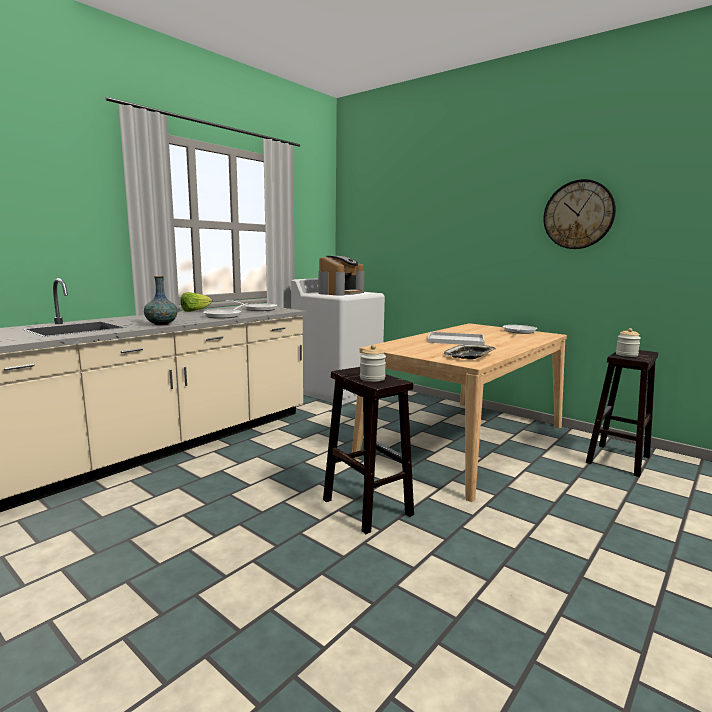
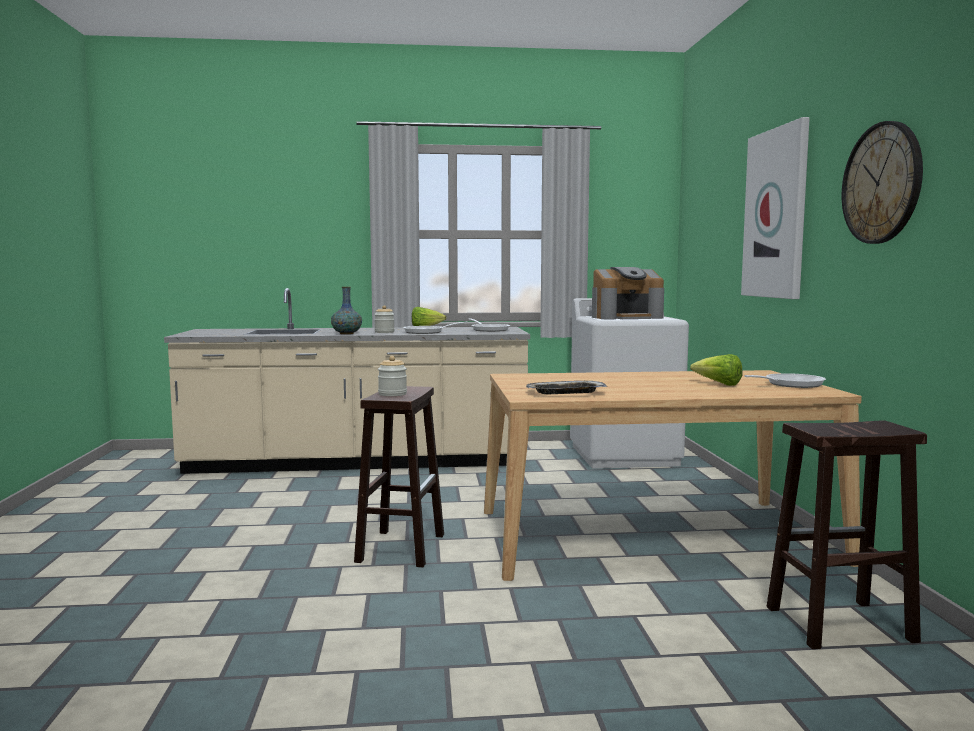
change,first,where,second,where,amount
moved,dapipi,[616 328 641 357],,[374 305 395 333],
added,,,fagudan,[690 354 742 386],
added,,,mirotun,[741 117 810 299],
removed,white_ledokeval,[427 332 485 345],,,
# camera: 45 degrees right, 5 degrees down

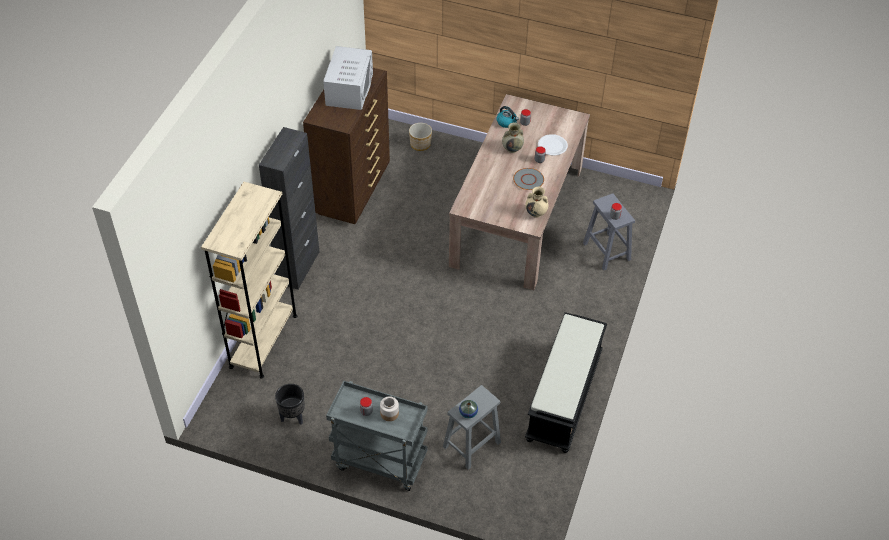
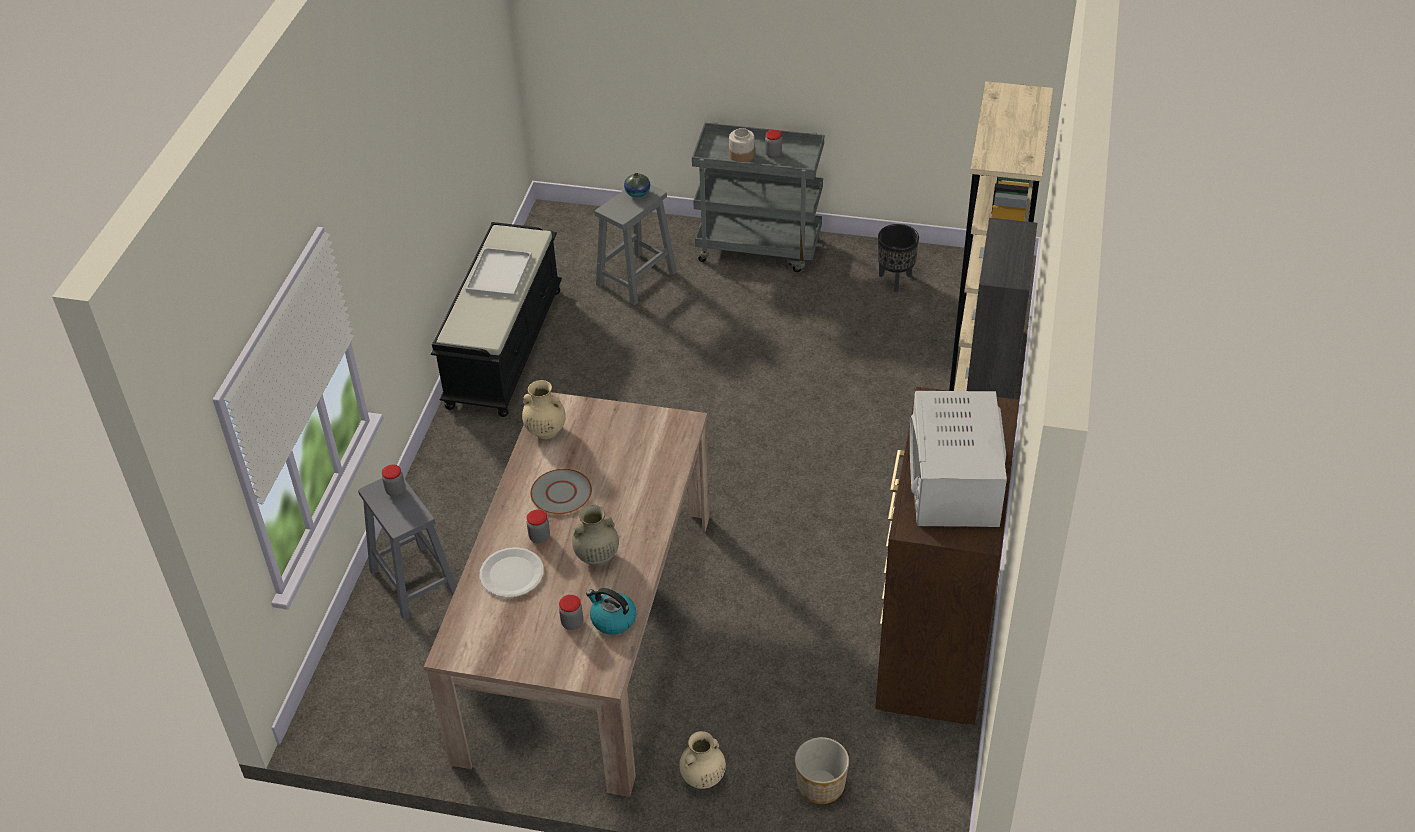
change,first,where,second,where,amount
added,,,white_ledokeval,[465 247 532 298],
added,,,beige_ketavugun,[679 731 726 789],
# camera: 175 degrees right, 5 degrees down

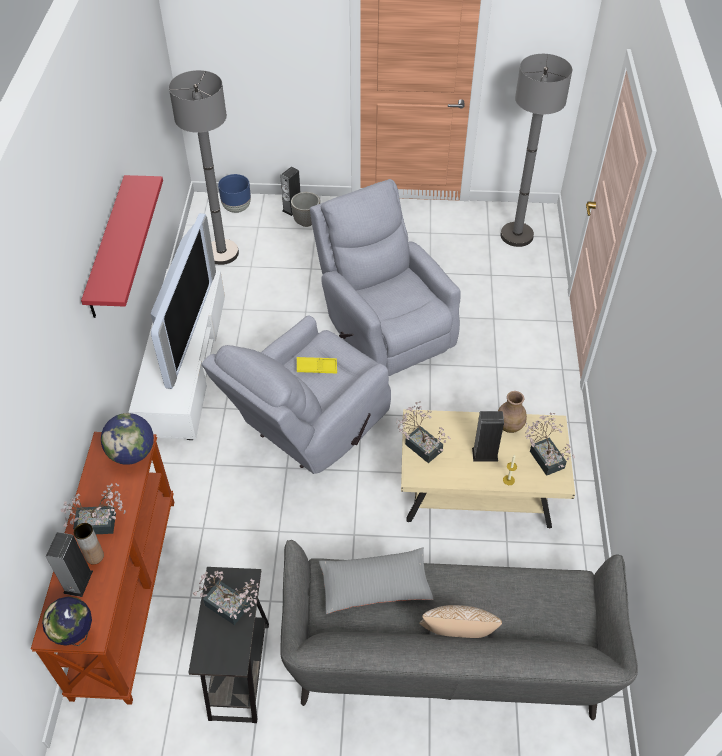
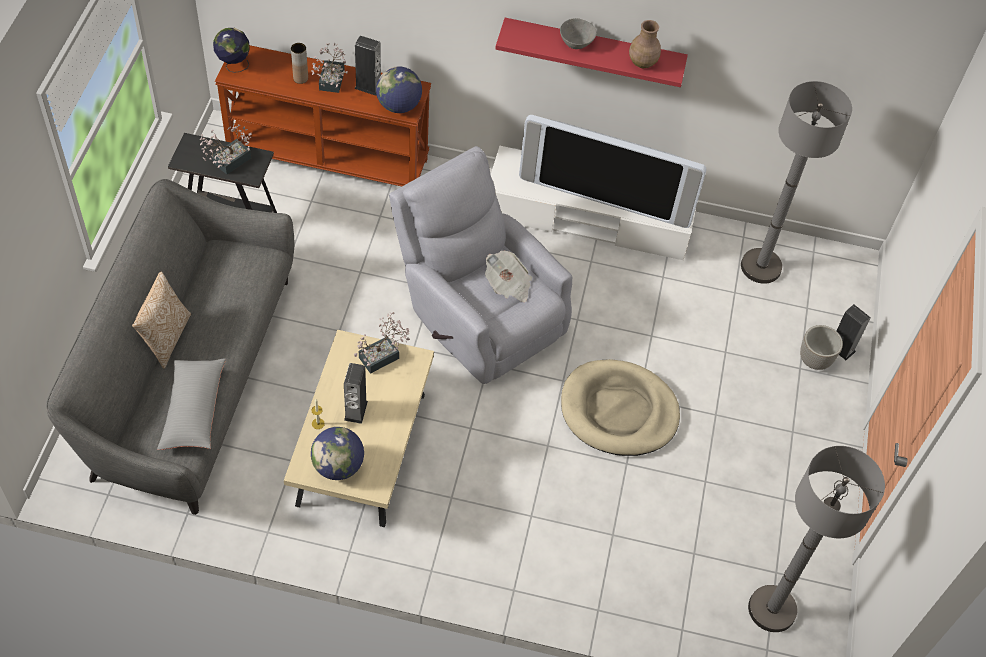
change,first,where,second,where,amount
moved,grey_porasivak,[319 547 433 614],,[157 358 226 450],
replaced,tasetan,[524 413 575 476],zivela,[311 427 364 480],
moved,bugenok,[46 532 93 597],,[354 36 381 96],
replaced,yellow_ledokeval,[297 357 337 374],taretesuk,[485 251 532 302],
added,,,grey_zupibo,[560 18 596 49],
replaced,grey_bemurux,[310 179 460 376],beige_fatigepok,[561 359 680 456],
moved,brown_ketavugun,[498 391 527 433],,[629 20 661 68],
removed,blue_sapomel,[218 174 251 213],,,
# camera: 95 degrees right, 5 degrees up

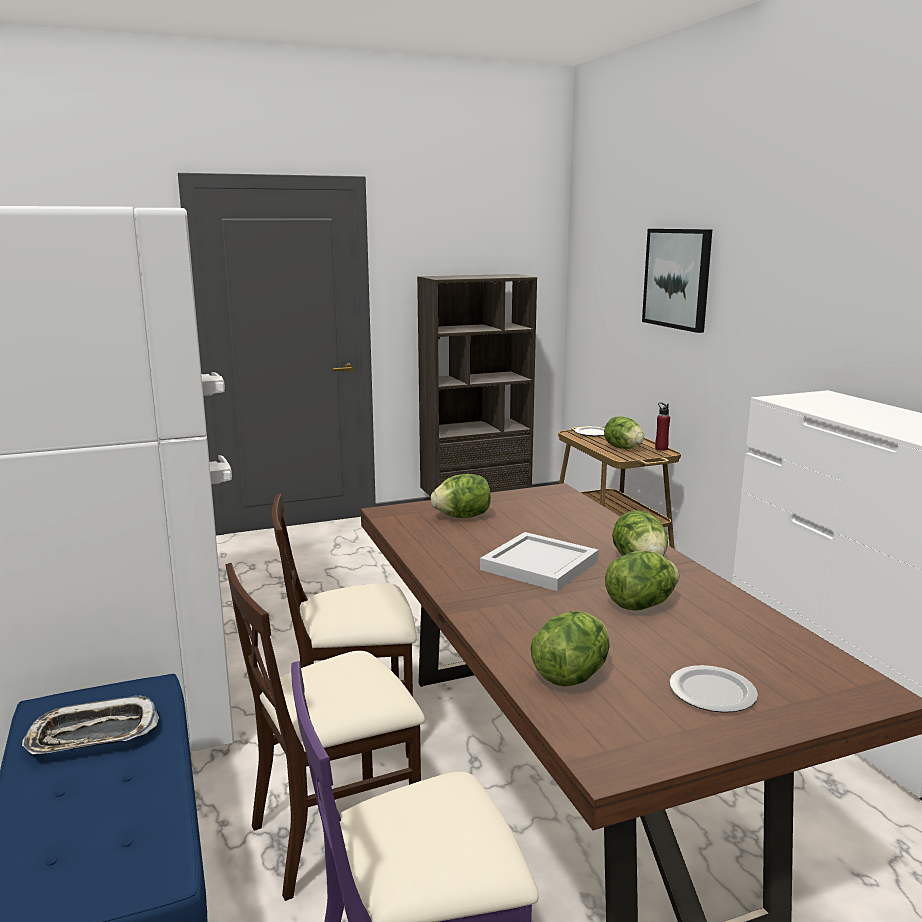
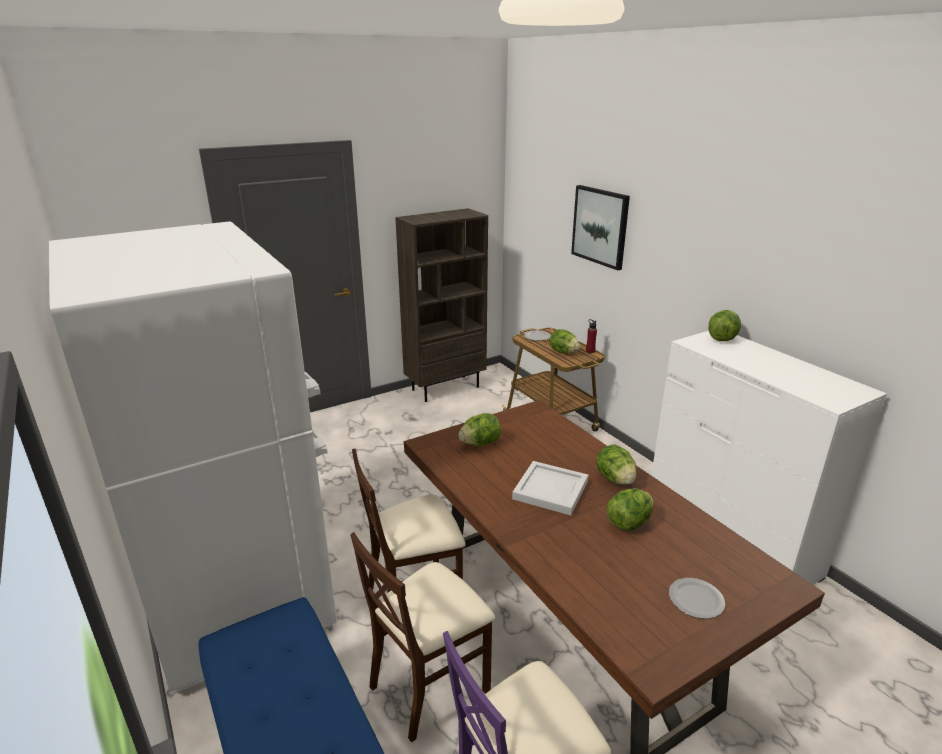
change,first,where,second,where,amount
moved,fagudan,[530 611 610 687],,[709 310 741 341],
removed,ledokeval,[22 695 159 754],,,
# camera: 10 degrees left, 10 degrees up

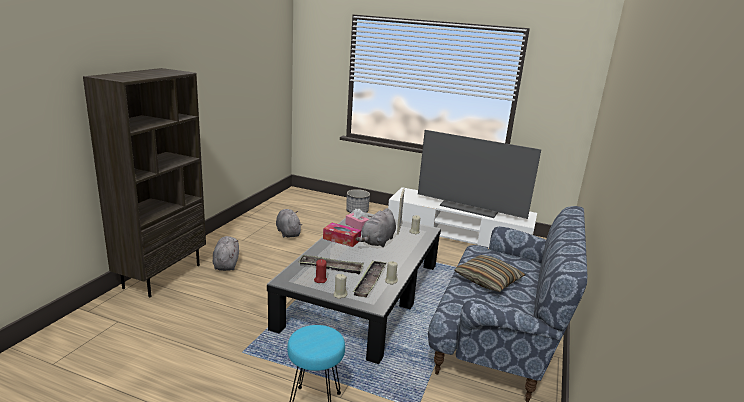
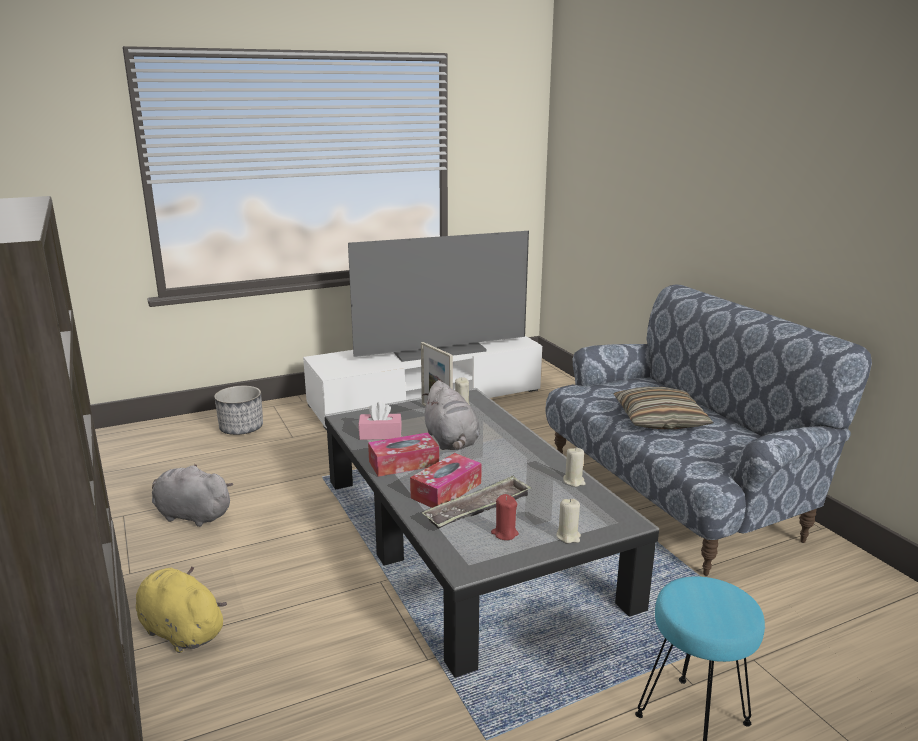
change,first,where,second,where,amount
recoloured,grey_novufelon,[213 236 239 271],yellow_novufelon,[136 566 227 653],
added,,,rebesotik,[410 453 482 508],
removed,ledokeval,[353 260 386 297],,,
# camera: 45 degrees left, 0 degrees up

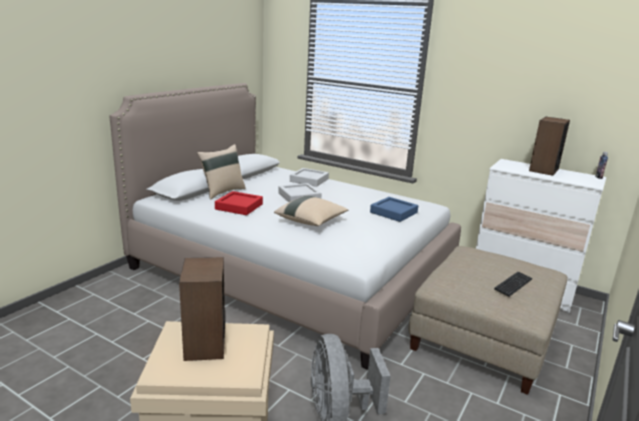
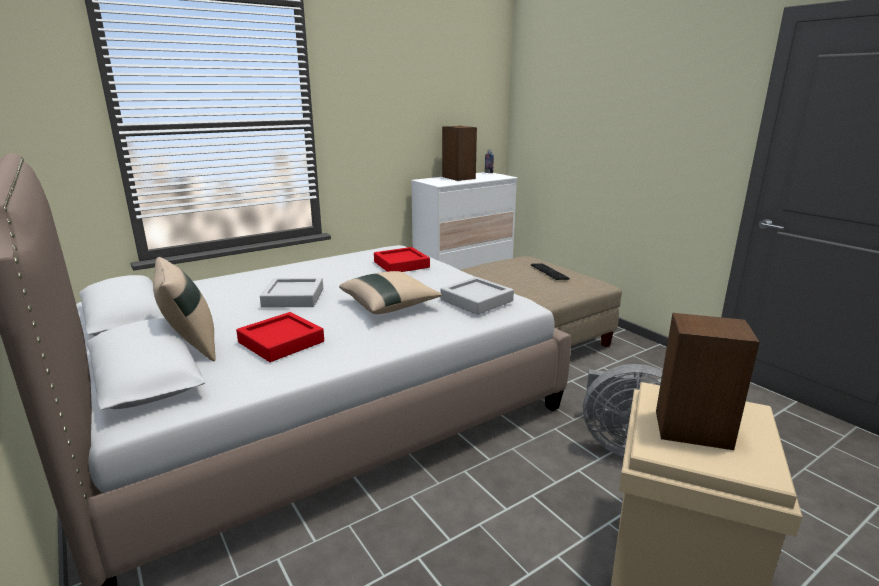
change,first,where,second,where,amount
recoloured,blue_ledokeval,[370 197 418 222],red_ledokeval,[374 247 430 272],
moved,grey_ledokeval,[290 168 329 187],,[440 277 514 315],
# camera: 65 degrees left, 0 degrees up

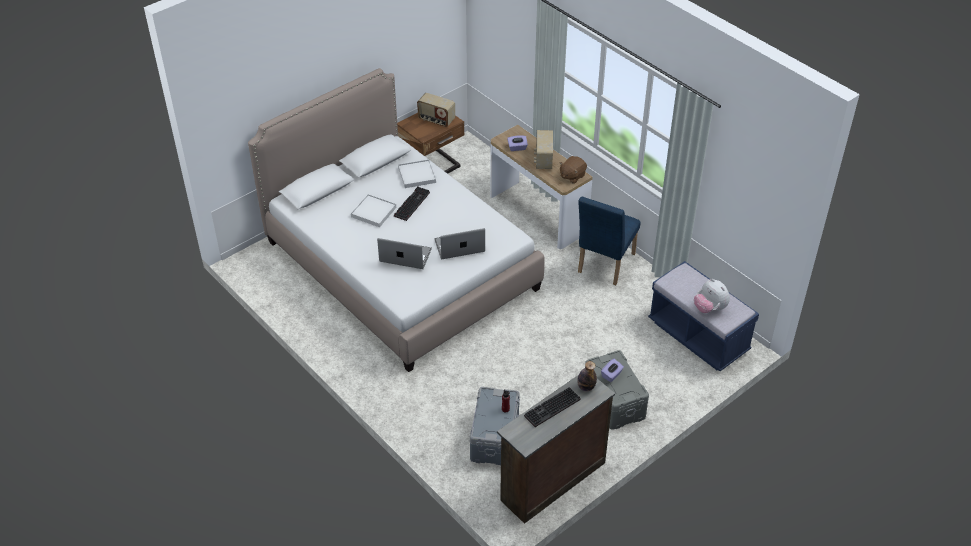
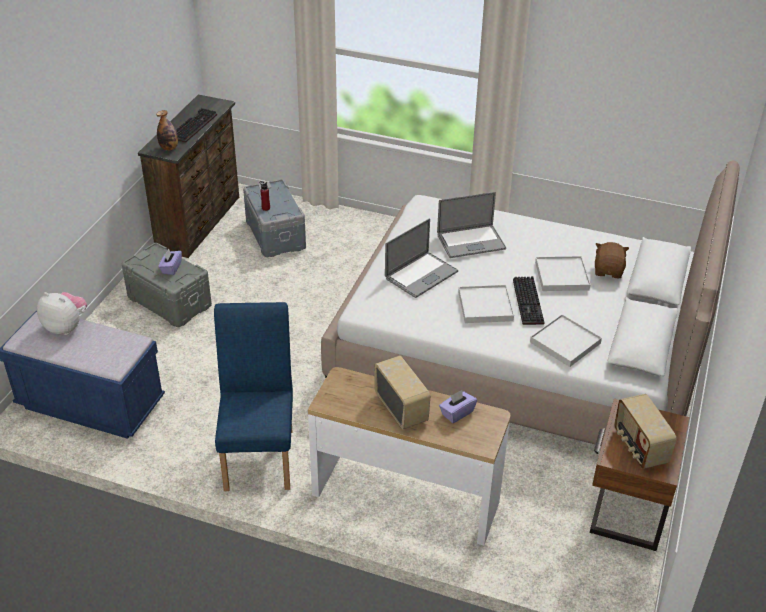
change,first,where,second,where,amount
added,,,white_ledokeval,[458 285 514 323],
moved,brown_novufelon,[560 156 587 184],,[595 242 629 278],
turned,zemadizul,[417 93 455 127],,[614 394 677 469],105 degrees counterclockwise
# camera: 150 degrees right, 5 degrees down

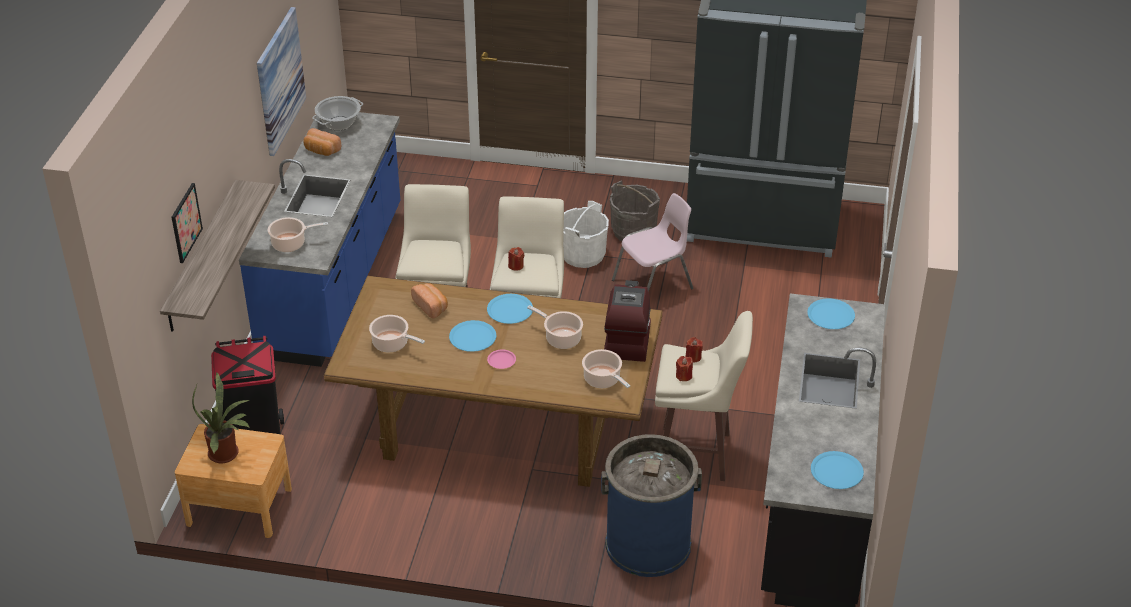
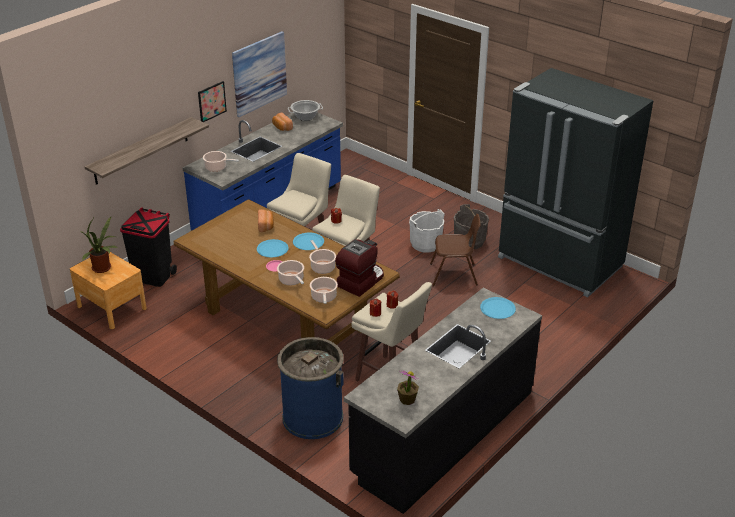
change,first,where,second,where,amount
moved,mirotun,[171 183 203 263],,[198 81 227 122],
moved,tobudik,[369 315 425 352],,[277 260 304 285],
replaced,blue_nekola,[811 451 864 489],tasetan,[397 370 419 405],
recoloured,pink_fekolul,[612 193 693 292],brown_fekolul,[430 214 481 287],
# camera: 30 degrees right, 5 degrees down

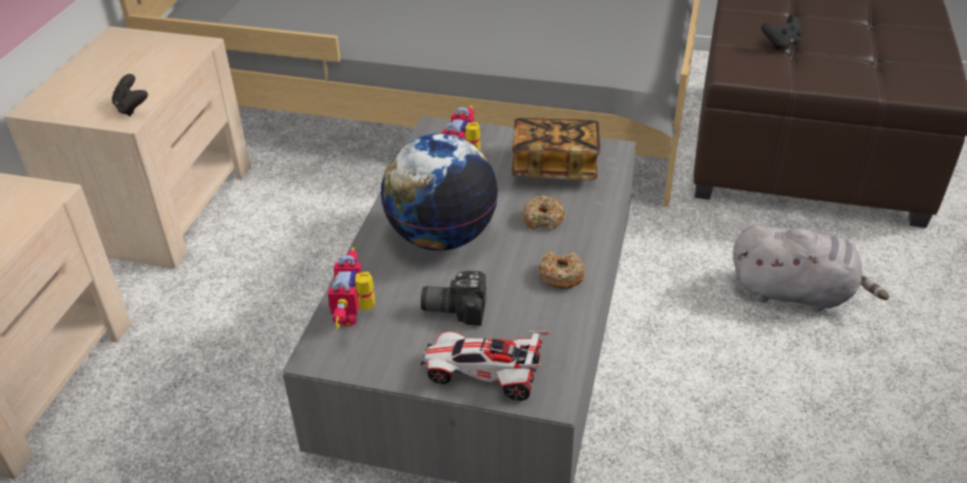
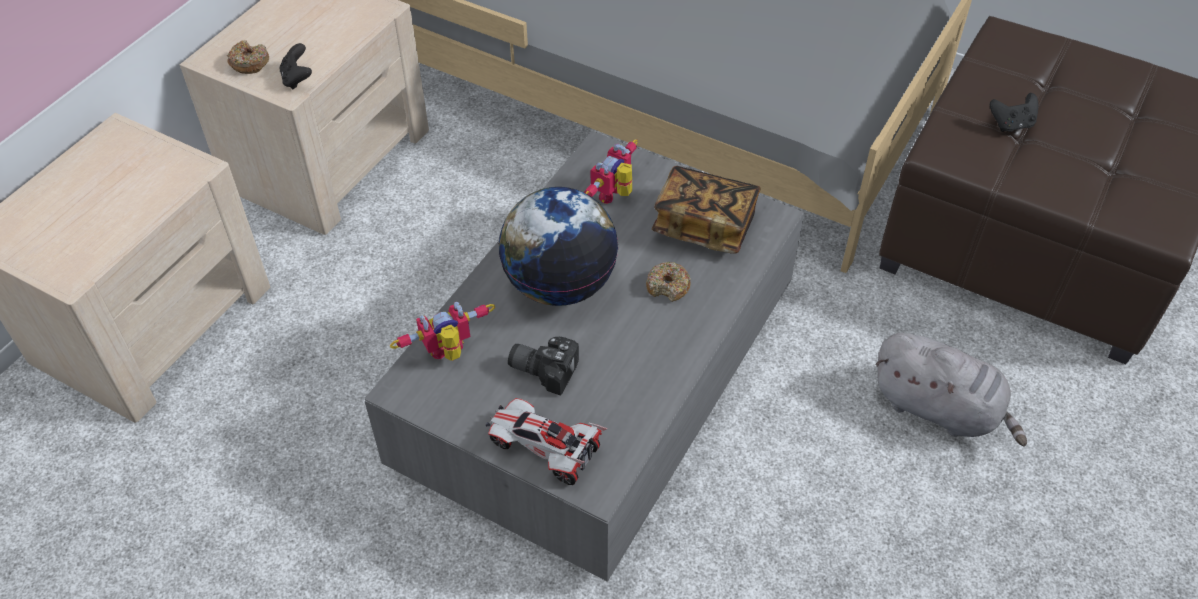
change,first,where,second,where,amount
moved,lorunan,[539 251 584 289],,[227 40 269 74],
turned,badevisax,[328 247 375 328],,[390 302 495 361],45 degrees clockwise
# camera: 15 degrees right, 10 degrees up

